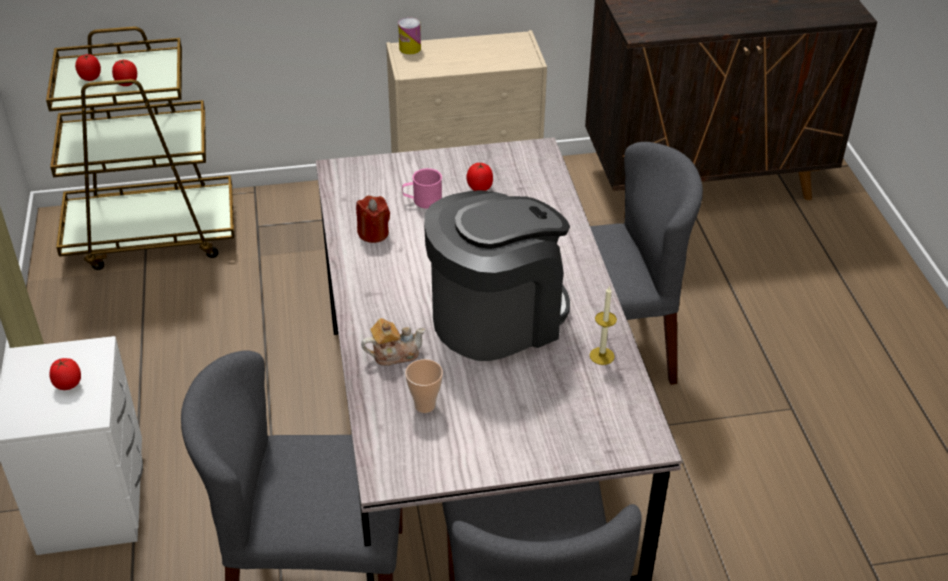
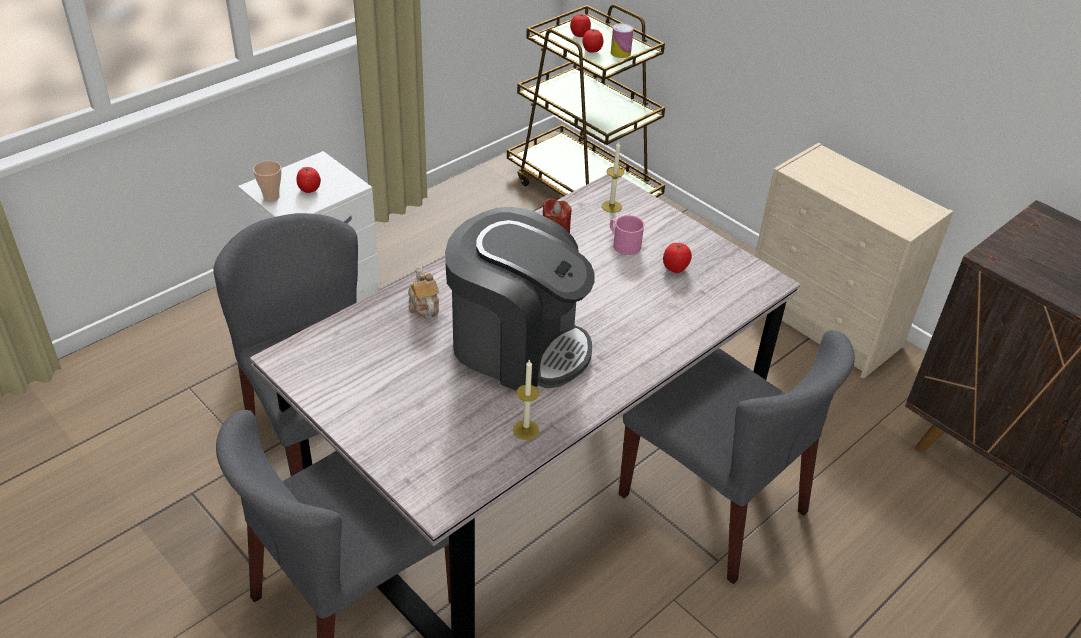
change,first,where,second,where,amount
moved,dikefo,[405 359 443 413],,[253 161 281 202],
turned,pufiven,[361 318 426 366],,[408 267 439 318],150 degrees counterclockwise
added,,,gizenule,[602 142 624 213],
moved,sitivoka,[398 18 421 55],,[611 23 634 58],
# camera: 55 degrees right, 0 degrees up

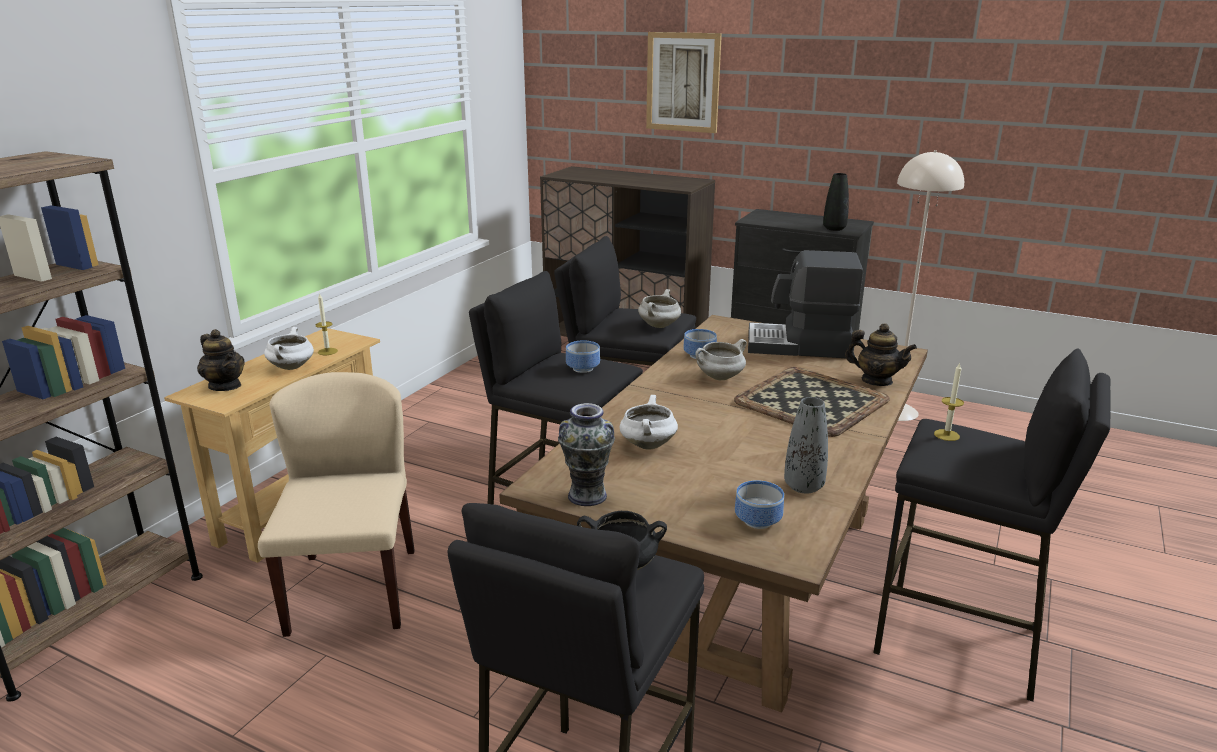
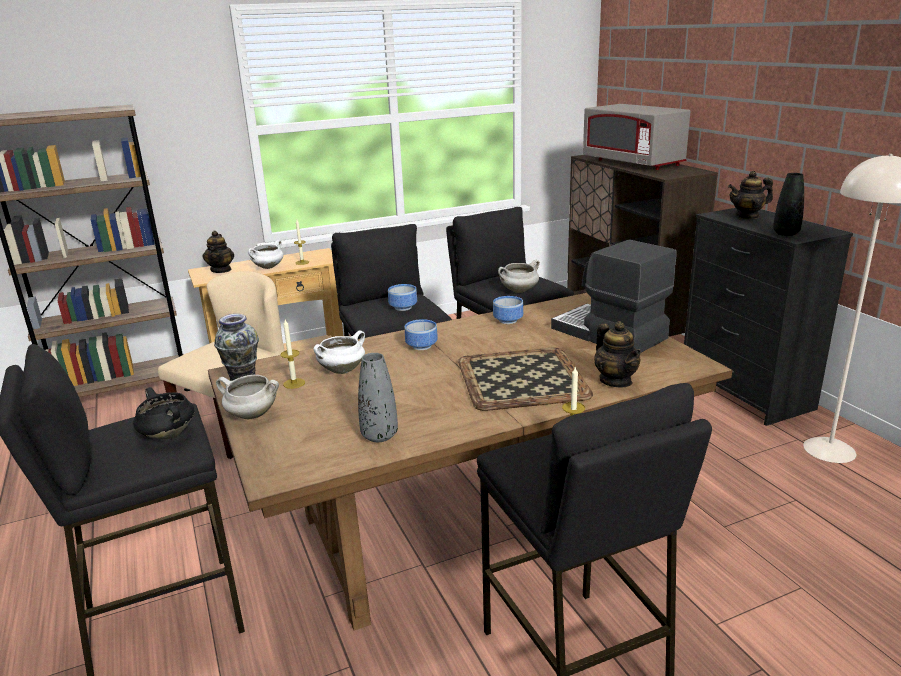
change,first,where,second,where,amount
moved,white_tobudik,[695 339 747 380],,[216 375 279 419],
added,,,gizenule,[281 320 305 389],
moved,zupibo,[735 480 784 529],,[405 319 438 350],
added,,,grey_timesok,[583 104 691 170],
added,,,pufiven,[728 171 773 219],
removed,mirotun,[646 32 722 133],,,
# camera: 40 degrees right, 0 degrees up

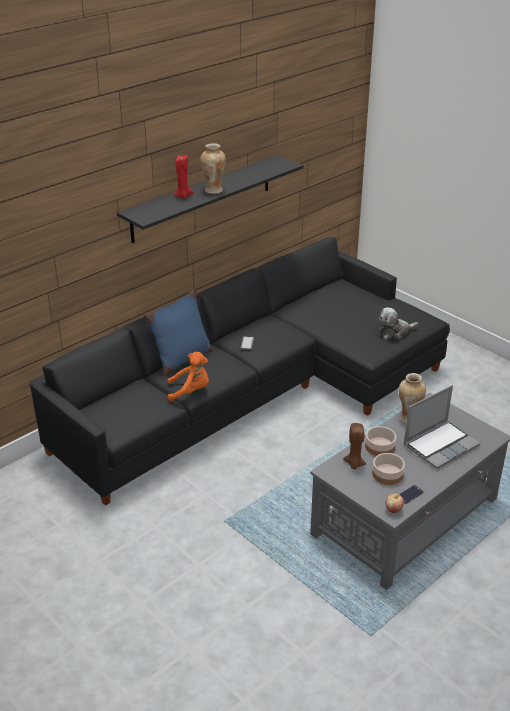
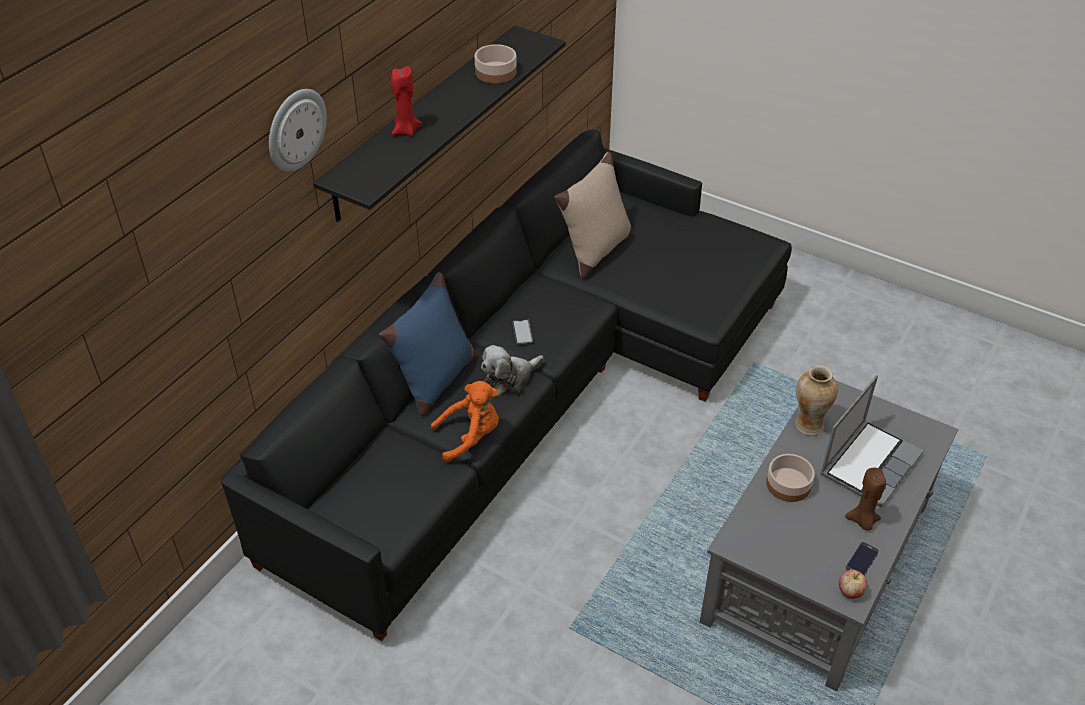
change,first,where,second,where,amount
added,,,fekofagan,[269 89 327 172],
moved,zupibo,[372 453 405 485],,[475 44 517 83],
moved,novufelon,[379 307 418 339],,[481 345 544 396],
added,,,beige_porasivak,[555 152 634 277],
moved,brown_gizenule,[343 423 366 469],,[845 468 886 531],
removed,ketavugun,[201 143 226 194],,,
# camera: 15 degrees left, 10 degrees up

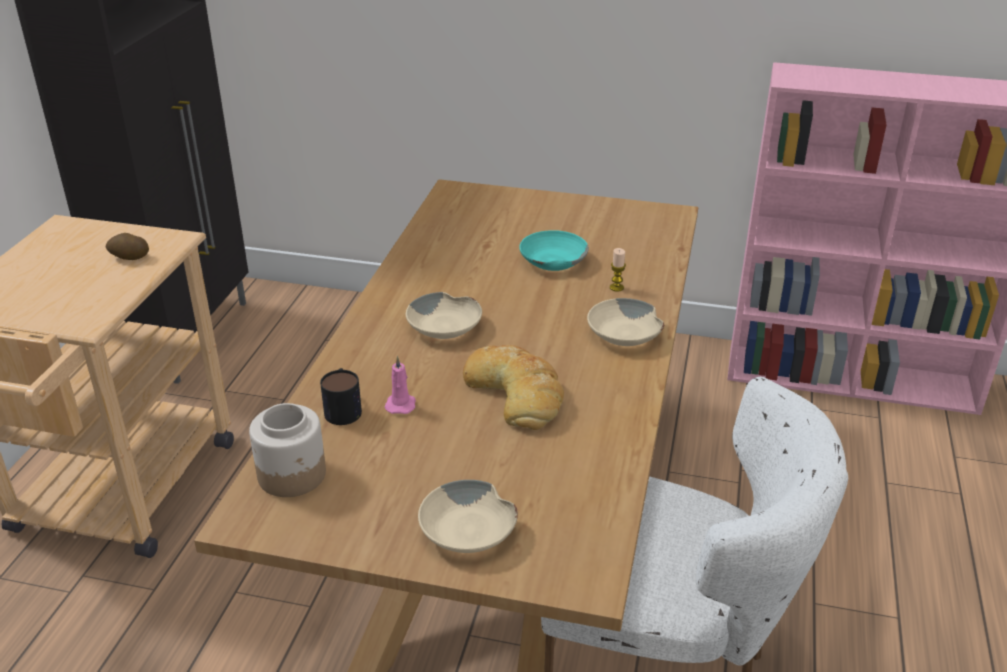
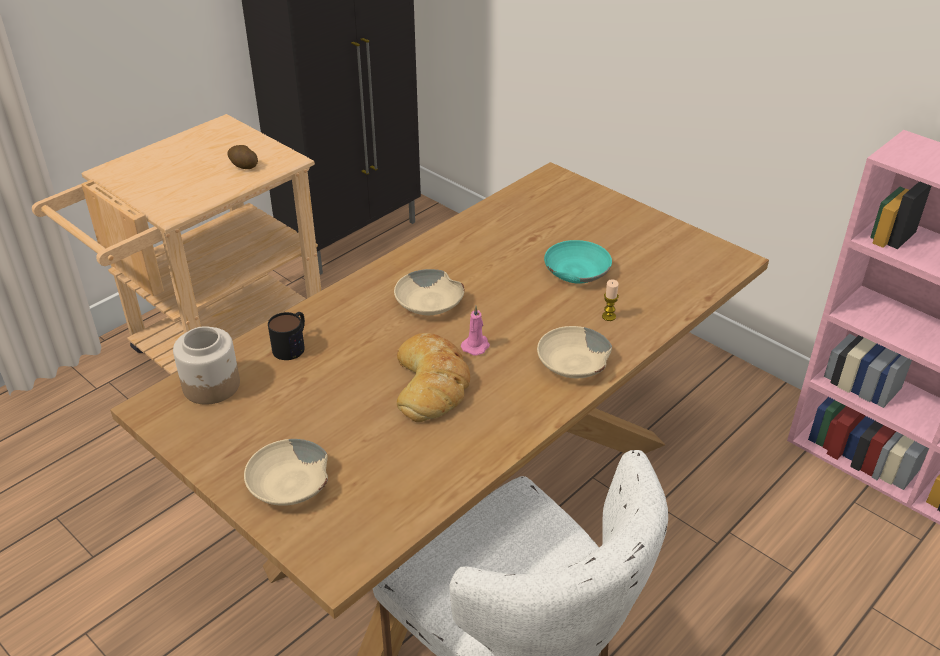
change,first,where,second,where,amount
moved,pink_gizenule,[385 356 416 414],,[461 306 490 356],
# camera: 30 degrees right, 5 degrees up

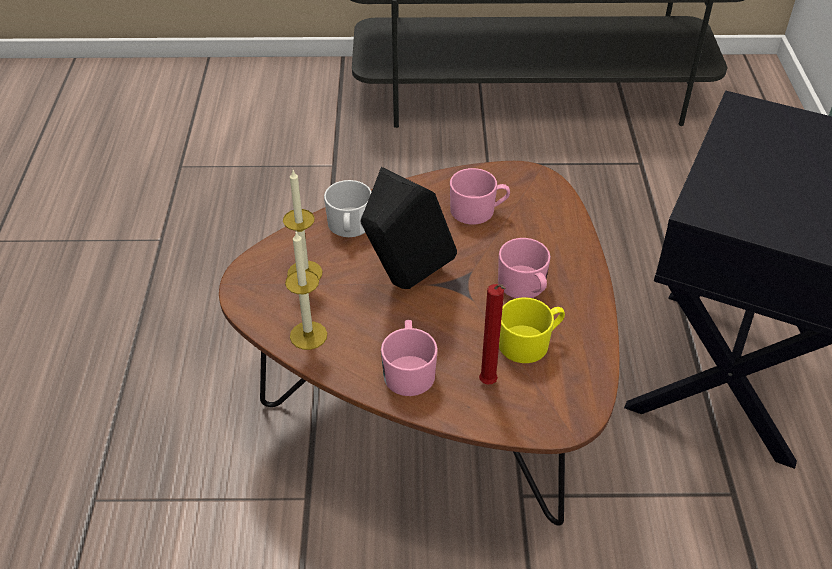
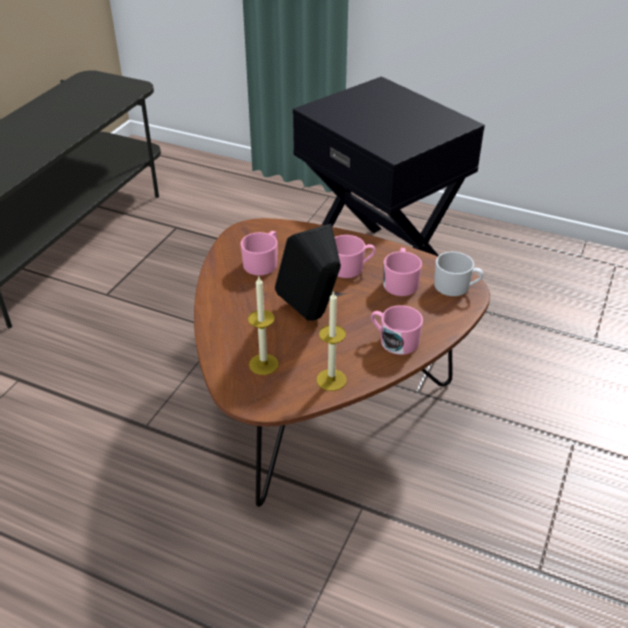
change,first,where,second,where,amount
recoloured,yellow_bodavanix,[499 297 565 363],pink_bodavanix,[383 248 422 296],
moved,white_bodavanix,[324 180 372 237],,[434 252 483 296],
removed,red_gizenule,[479 284 506 385],,,
# camera: 65 degrees left, 5 degrees down

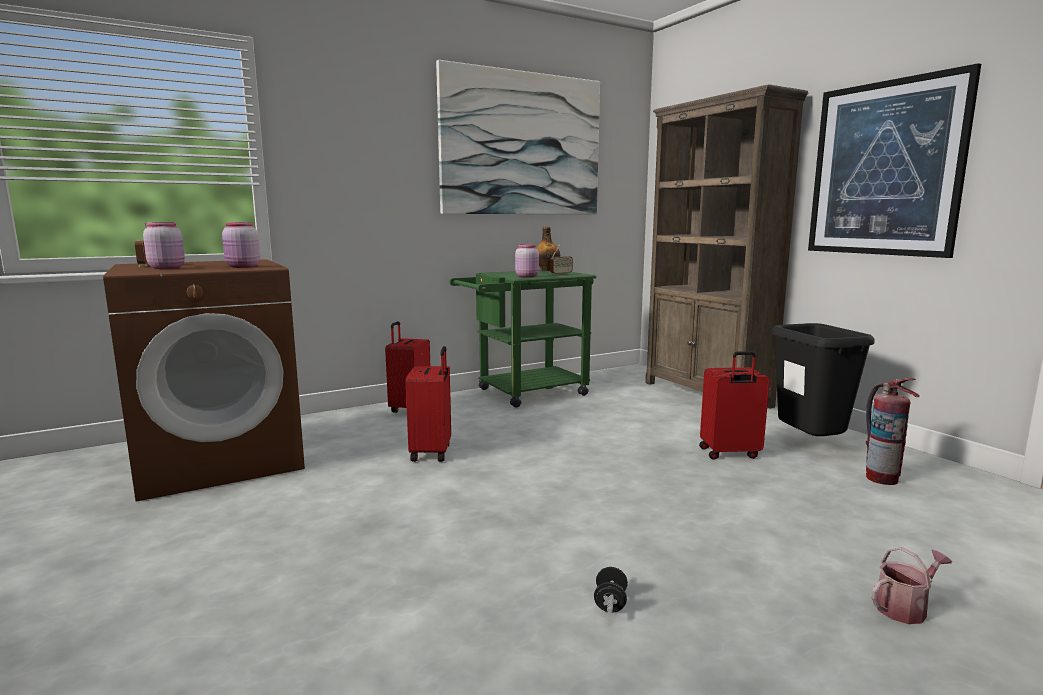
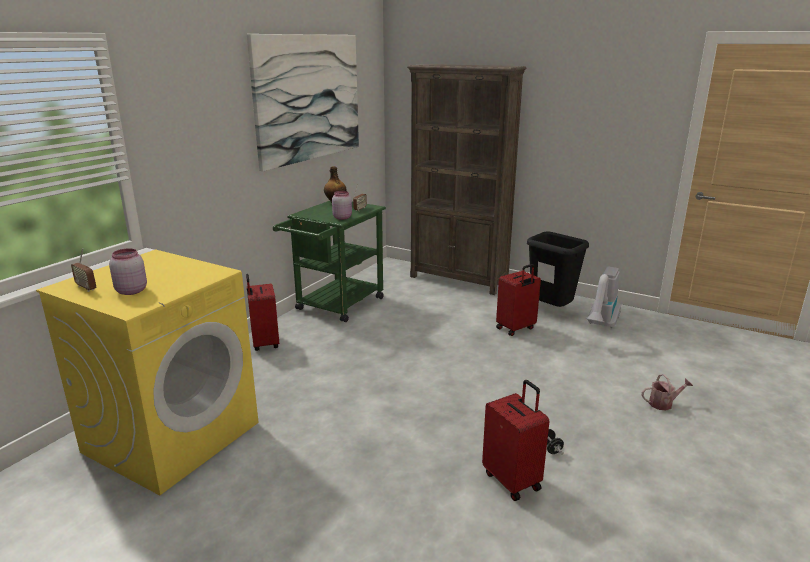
change,first,where,second,where,amount
recoloured,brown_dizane,[103 259 305 502],yellow_dizane,[36 249 259 495],
moved,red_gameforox,[406 346 451 462],,[482 380 549 501],
replaced,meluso,[866 378 919 485],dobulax,[586 266 621 328],
turned,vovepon,[871 547 952 624],,[642 374 693 411],45 degrees clockwise
removed,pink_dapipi,[222 222 260 268],,,
removed,mirotun,[808 63 981 258],,,
# camera: 30 degrees left, 10 degrees up

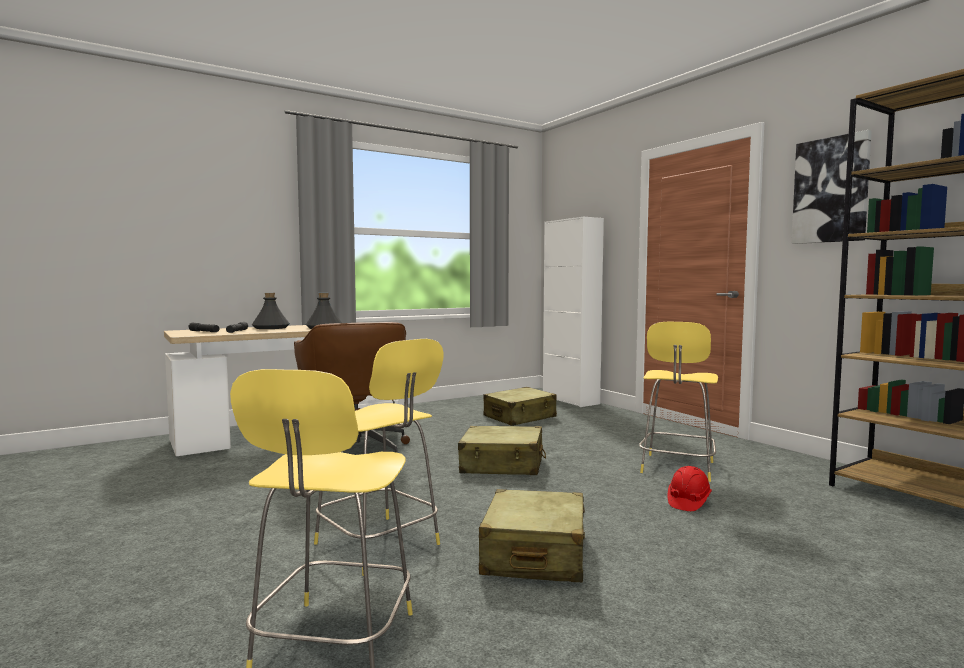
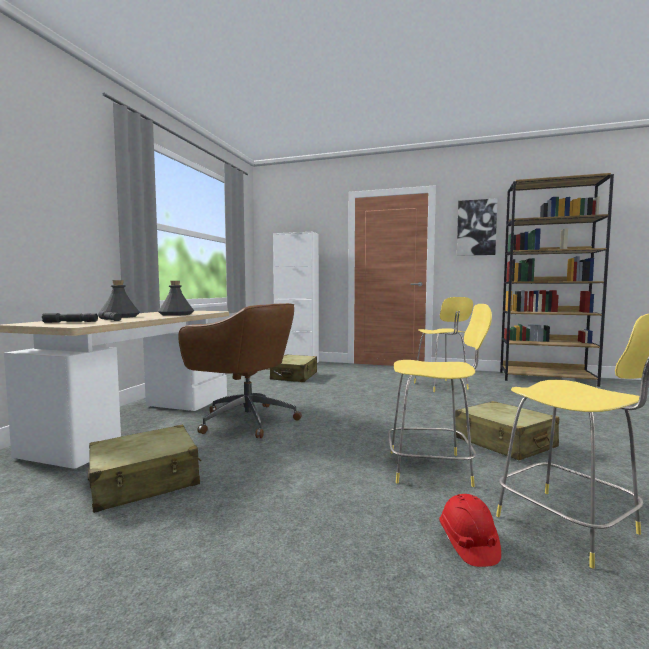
change,first,where,second,where,amount
moved,beige_gameforox,[458 426 546 475],,[88 425 201 513],
moved,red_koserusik,[667 466 712 511],,[439 494 501 567],
# camera: 40 degrees left, 0 degrees up

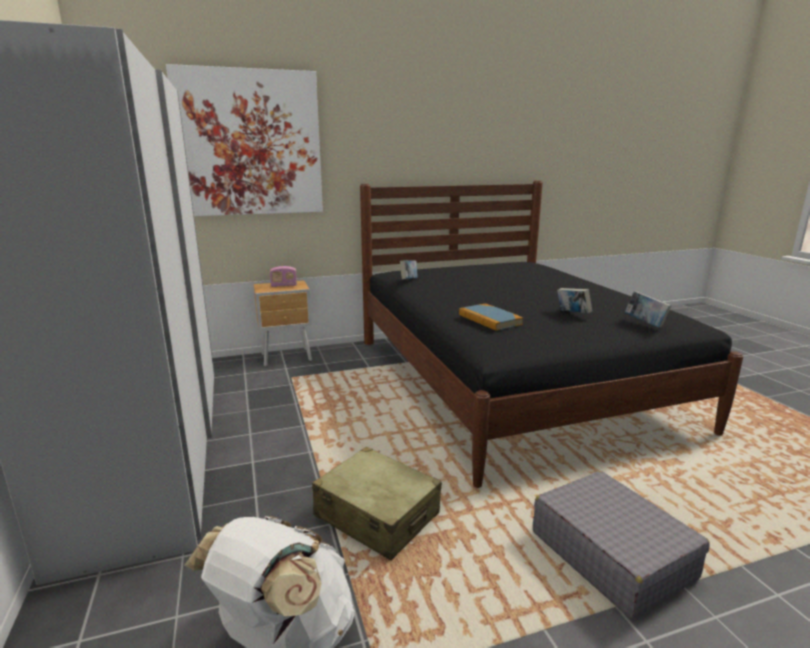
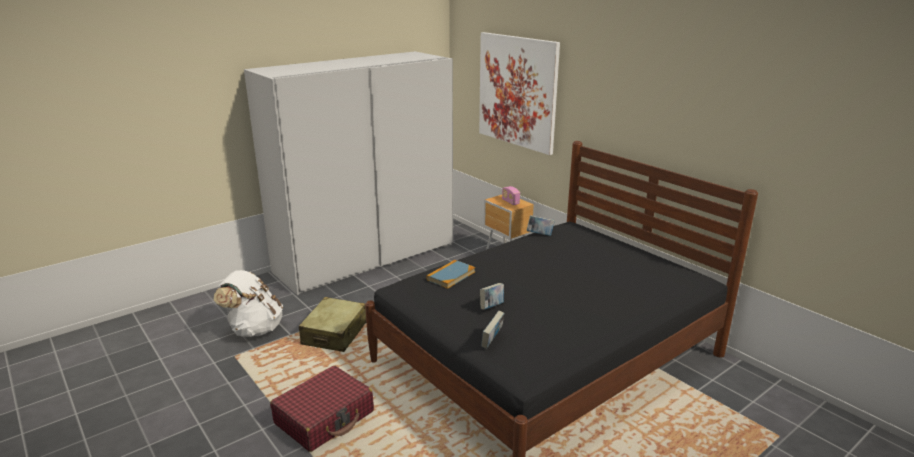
change,first,where,second,where,amount
recoloured,grey_gameforox,[533 471 710 619],red_gameforox,[270 366 374 452],
# camera: 70 degrees right, 5 degrees up

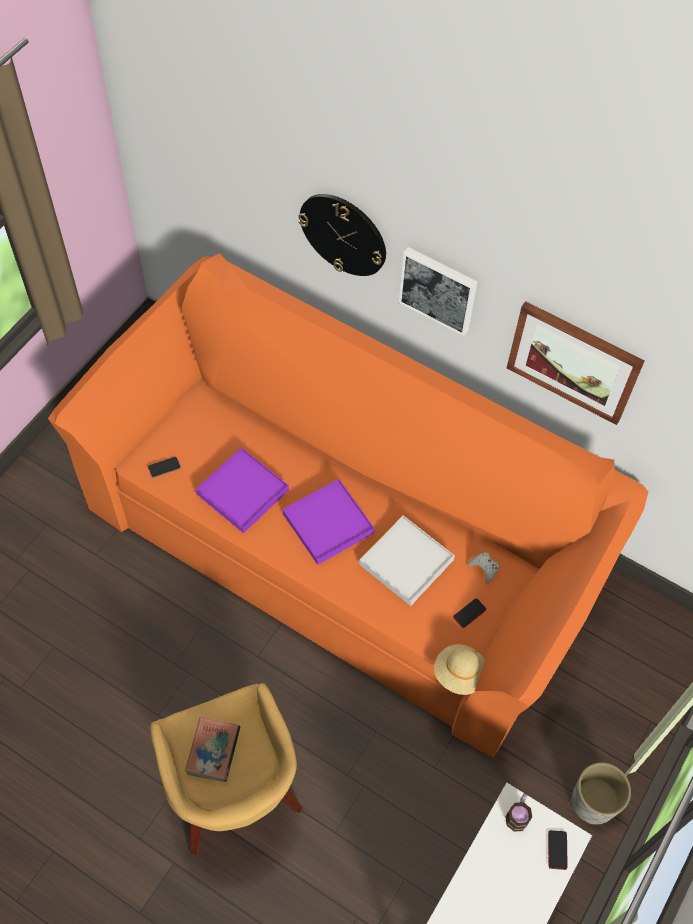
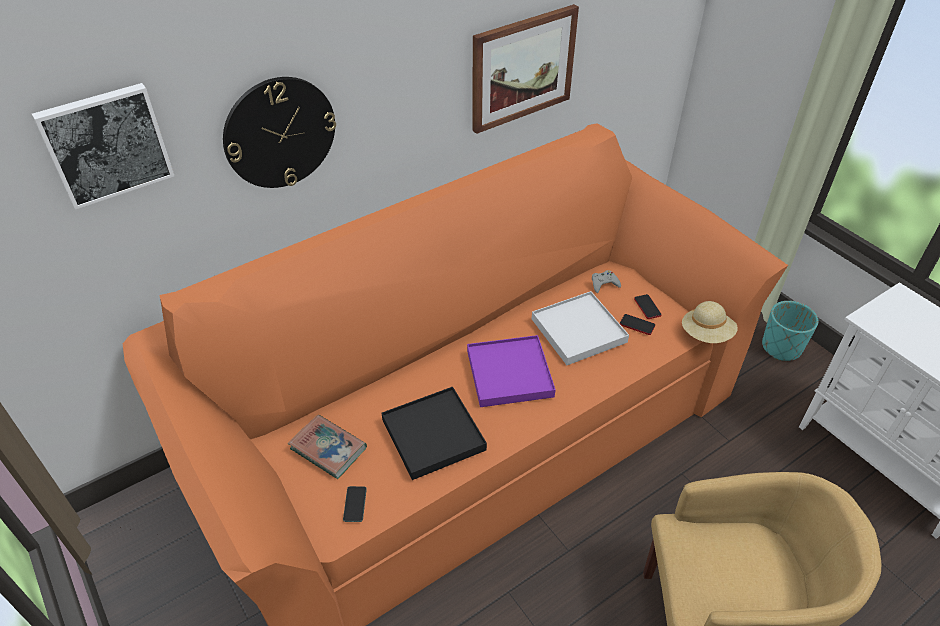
change,first,where,second,where,amount
moved,mirotun,[398 247 478 336],,[32 83 174 210],
moved,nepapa,[185 717 240 782],,[288 415 367 479],
recoloured,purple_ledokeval,[196 447 289 533],black_ledokeval,[382 387 487 480],
moved,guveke,[548 830 568 870],,[620 314 655 335],
recoloured,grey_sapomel,[571 762 631 825],turquoise_sapomel,[762 301 818 361],
removed,bodavanix,[505 794 532 832],,,
# camera: 65 degrees left, 15 degrees down

